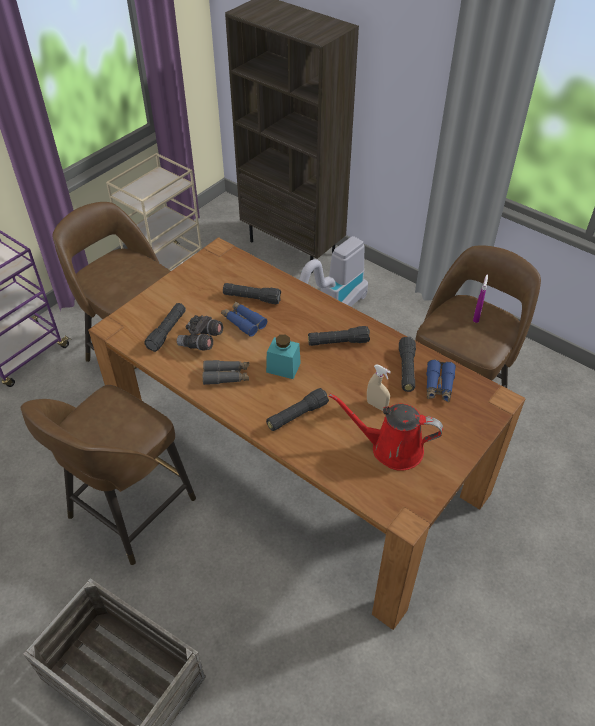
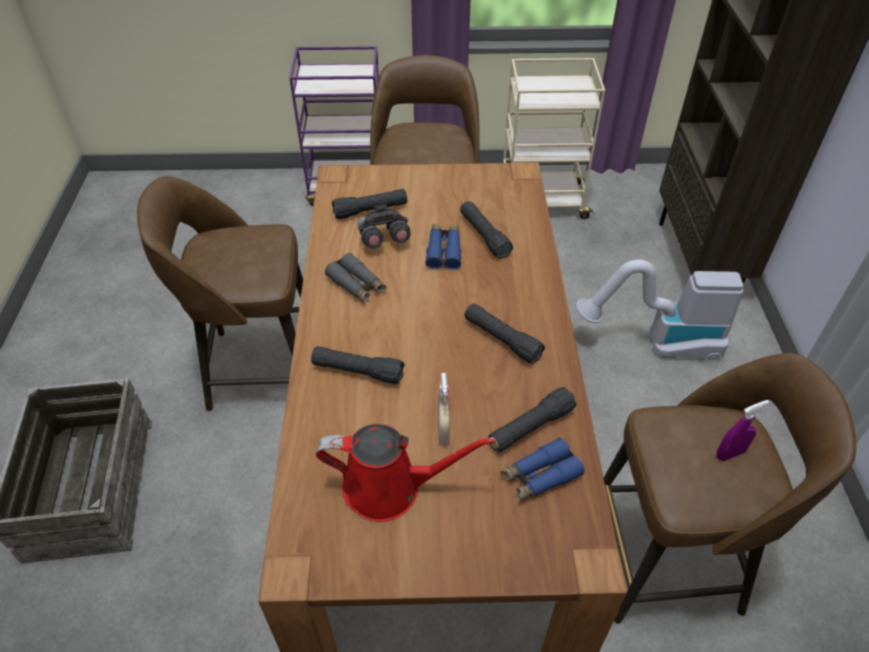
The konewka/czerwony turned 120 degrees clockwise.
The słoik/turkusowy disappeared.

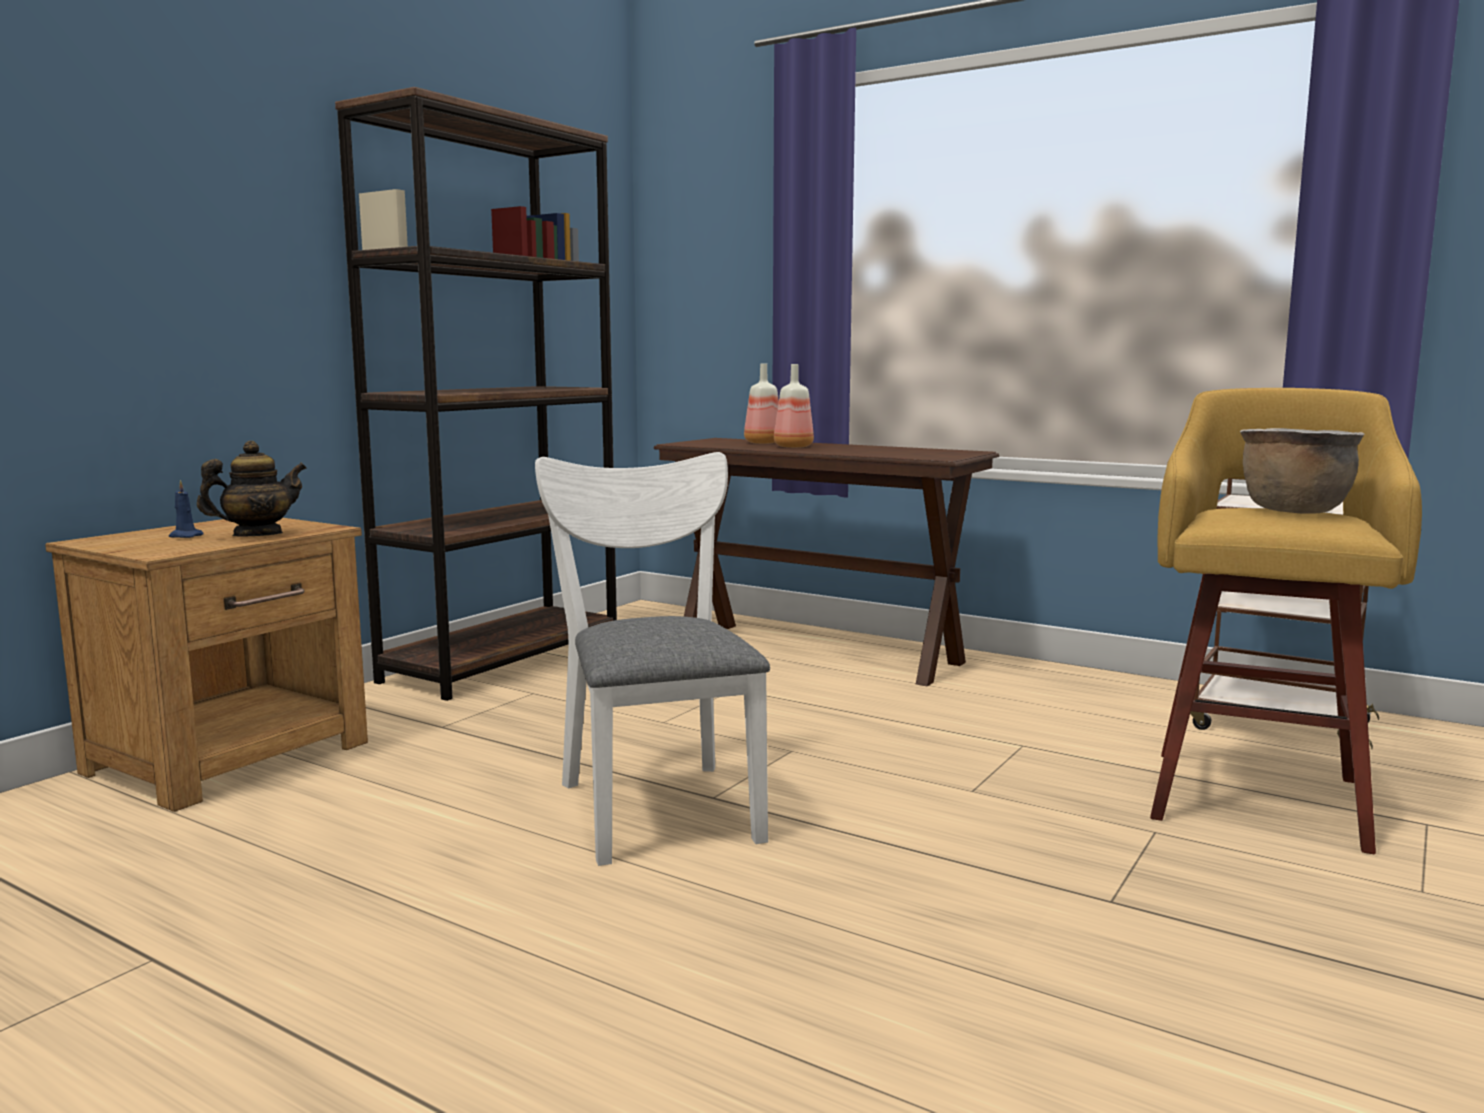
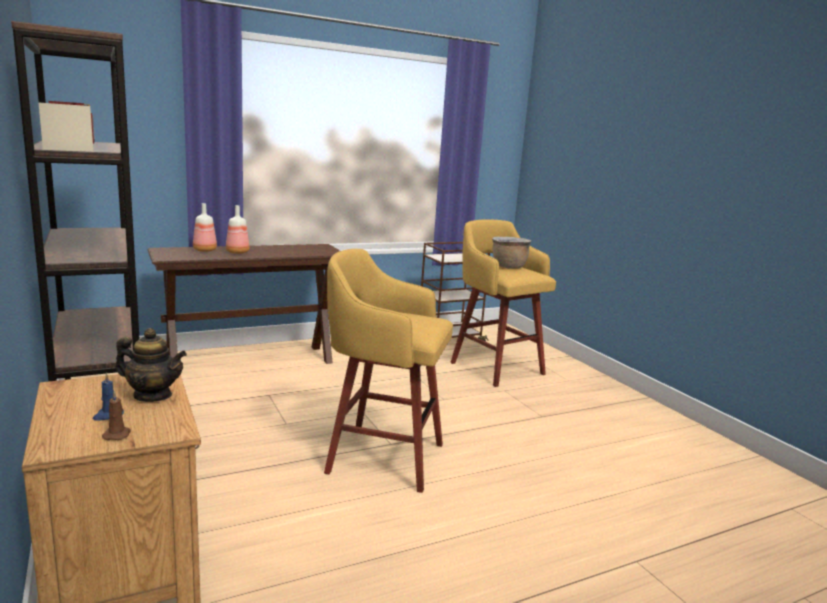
The świeca/brązowy appeared.
The imbryk turned 105 degrees clockwise.
The krzesło/biały was replaced by the stołek/żółty (1st from left).

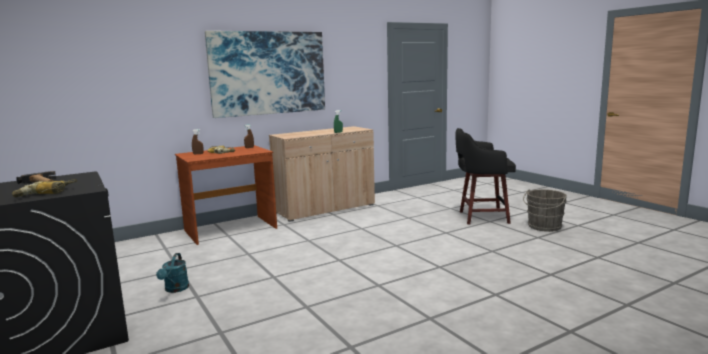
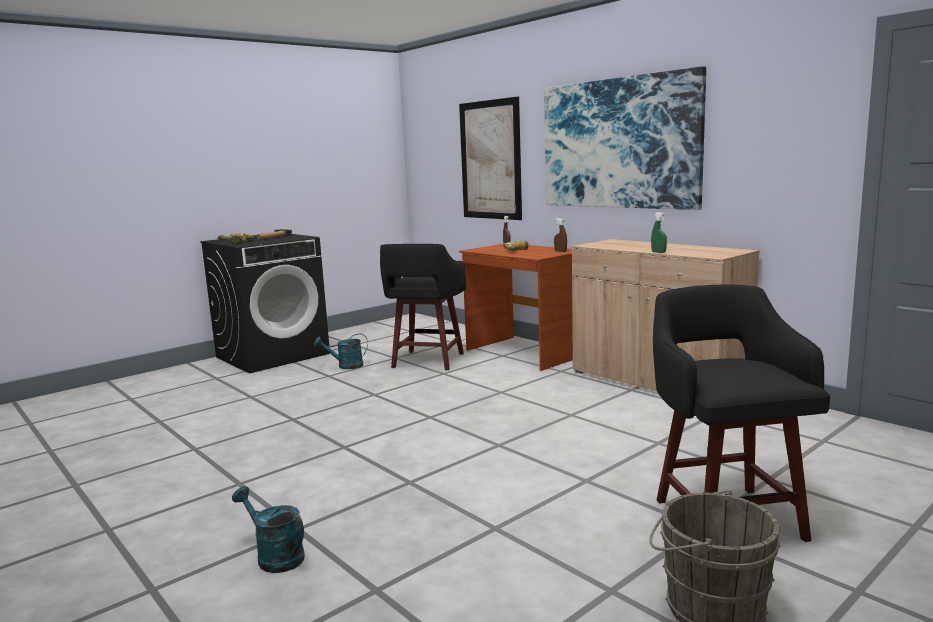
The konewka/turkusowy (1st from left) appeared.
The stołek/czarny (1st from left) appeared.
The obraz (1st from left) appeared.

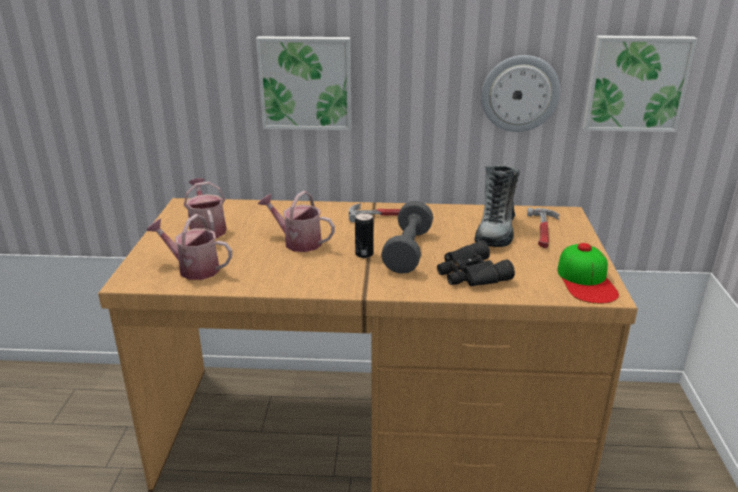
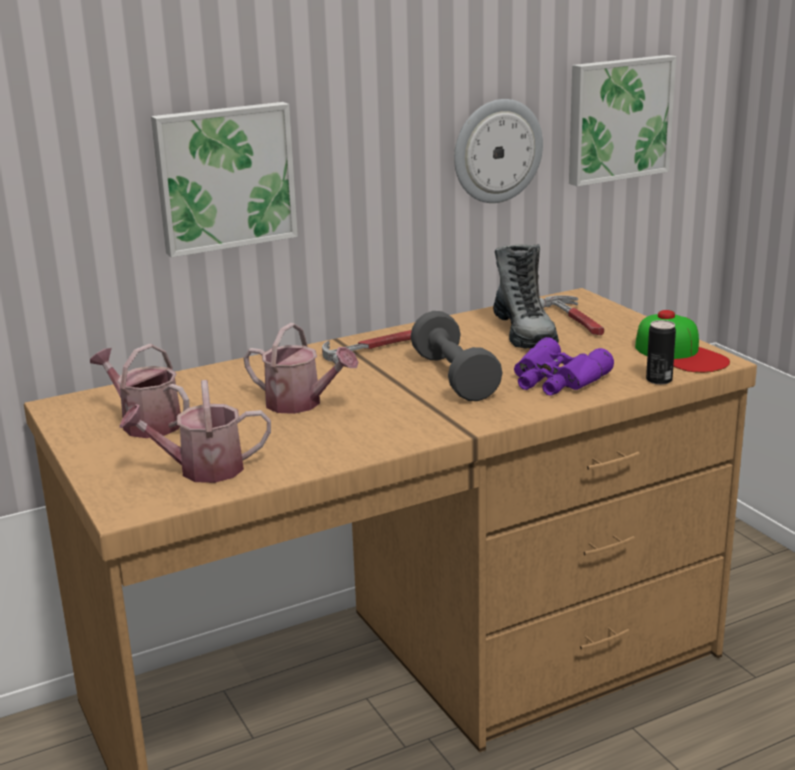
The konewka (3rd from left) turned 150 degrees counterclockwise.
The lornetka/czarny became the lornetka/fioletowy.
The puszka moved.

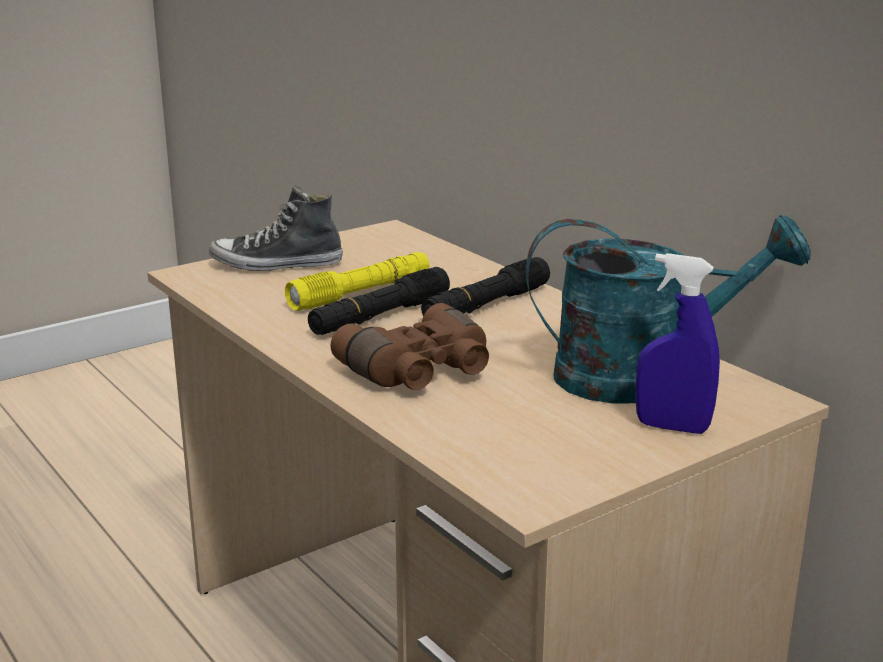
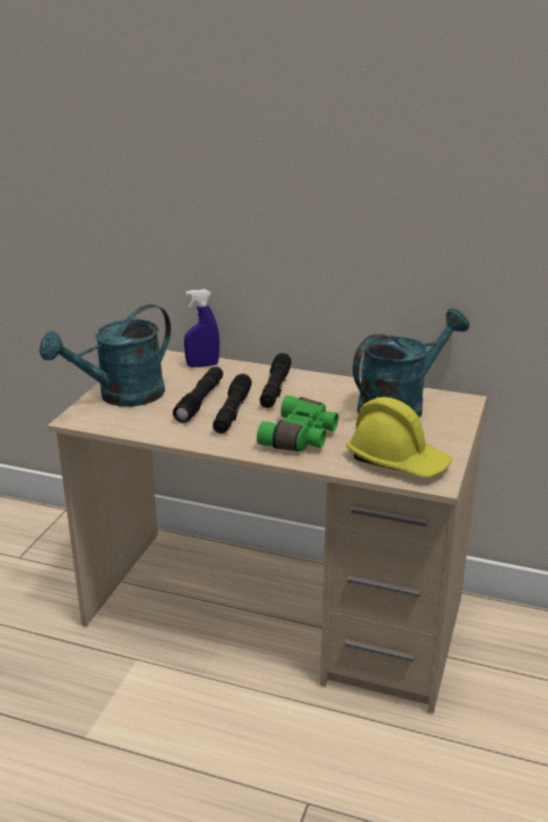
The but was replaced by the konewka/turkusowy (1st from left).
The latarka/żółty became the latarka/czarny (1st from left).
The spryskiwacz/niebieski moved.
The lornetka/brązowy became the lornetka/zielony.
The kask/żółty appeared.

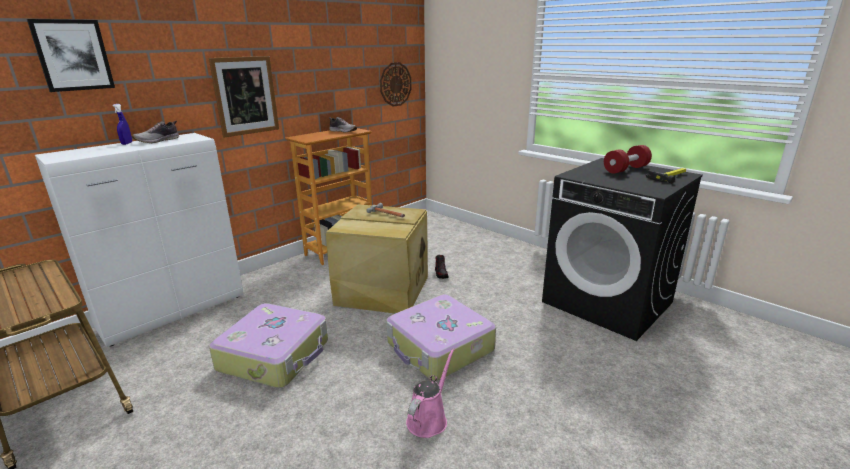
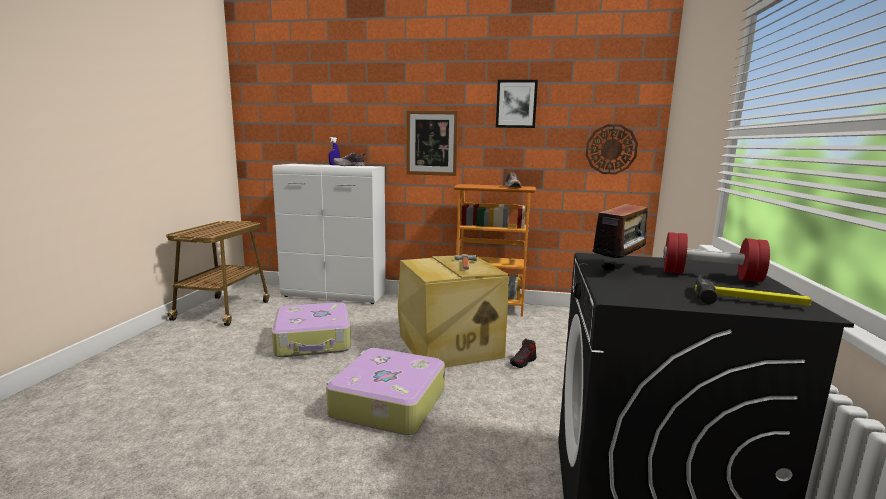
The obraz (1st from left in the first image) moved.
The radio appeared.
The konewka/różowy disappeared.

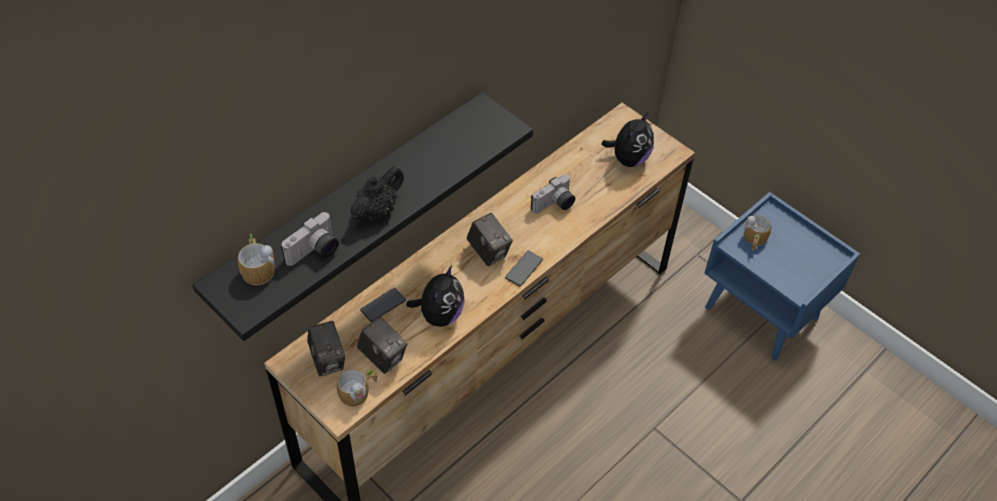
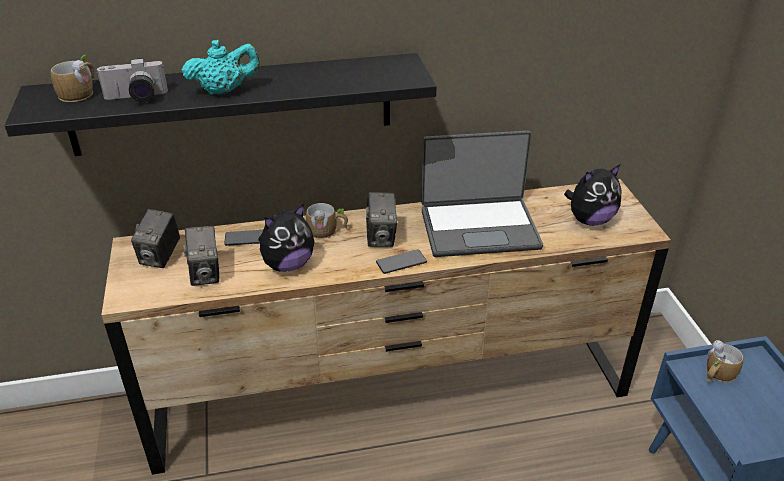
The imbryk/czarny became the imbryk/turkusowy.
The kubek (2nd from left) moved.
The aparat fotograficzny (5th from left) was replaced by the laptop.

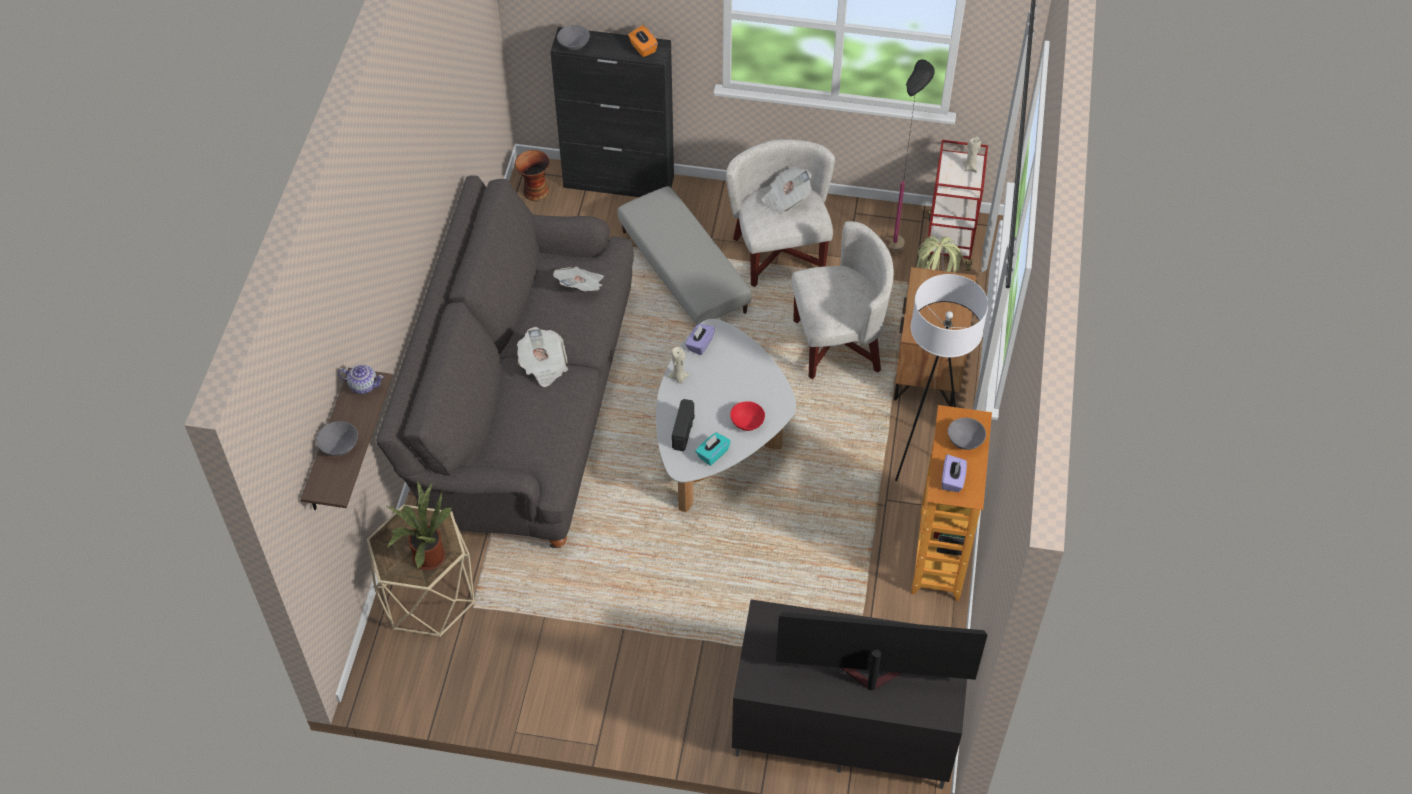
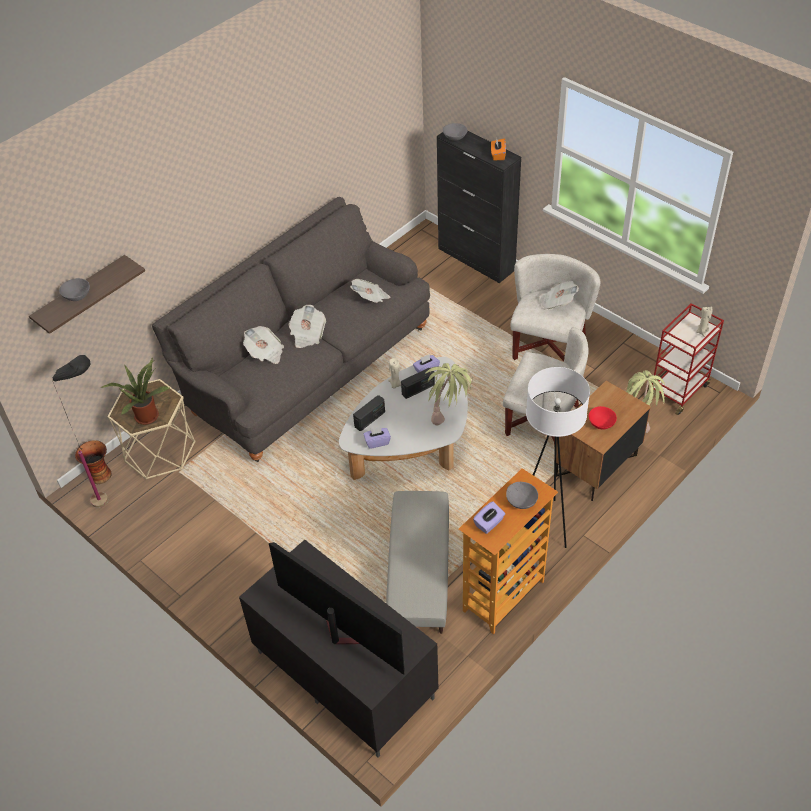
The lampa stojąca/czarny moved.
The wazon moved.
The gazeta (1st from left) appeared.
The pudełko chusteczek/turkusowy became the pudełko chusteczek/fioletowy (1st from left).
The pufa/szary moved.
The radio (2nd from left) appeared.
The roślina doniczkowa (2nd from left) appeared.
The miska/czerwony moved.
The imbryk disappeared.

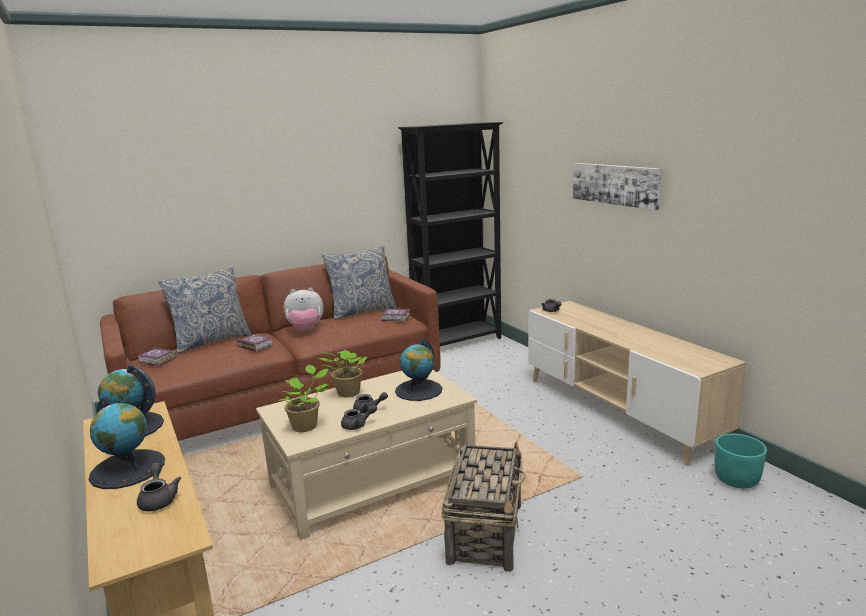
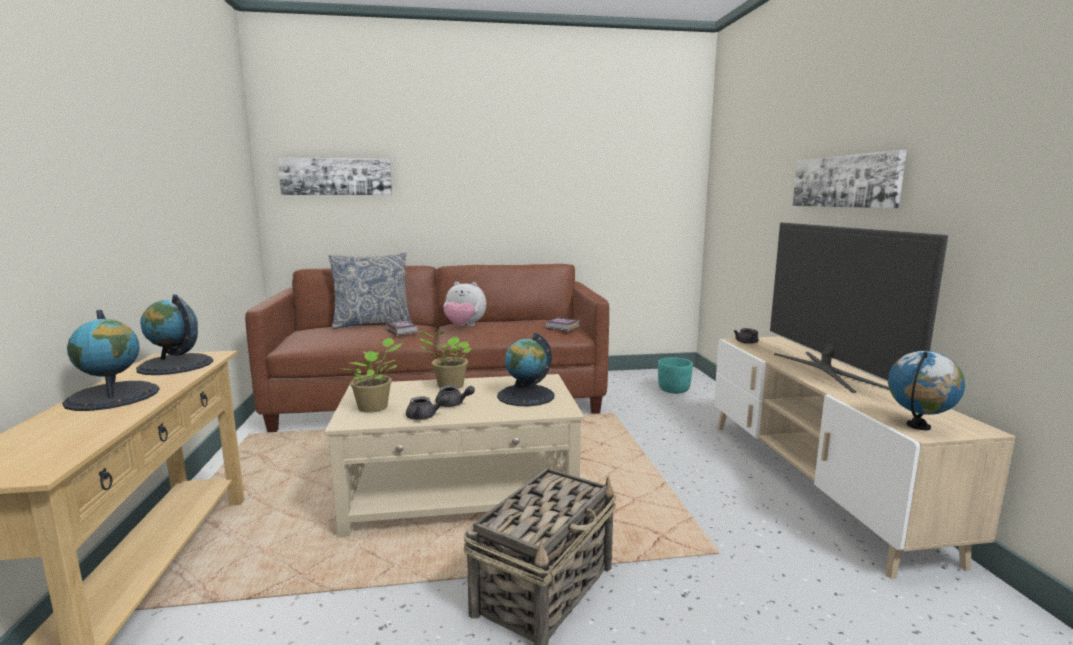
The obraz (1st from left) appeared.
The donica/turkusowy moved.
The telewizor appeared.
The globus (4th from left) appeared.
The imbryk/szary (1st from left) disappeared.
The książka (1st from left) disappeared.
The poduszka (2nd from left) disappeared.
The regał/czarny disappeared.

